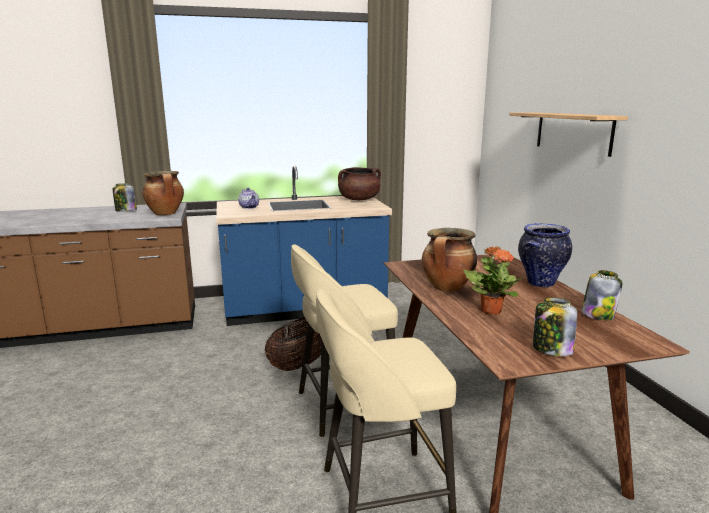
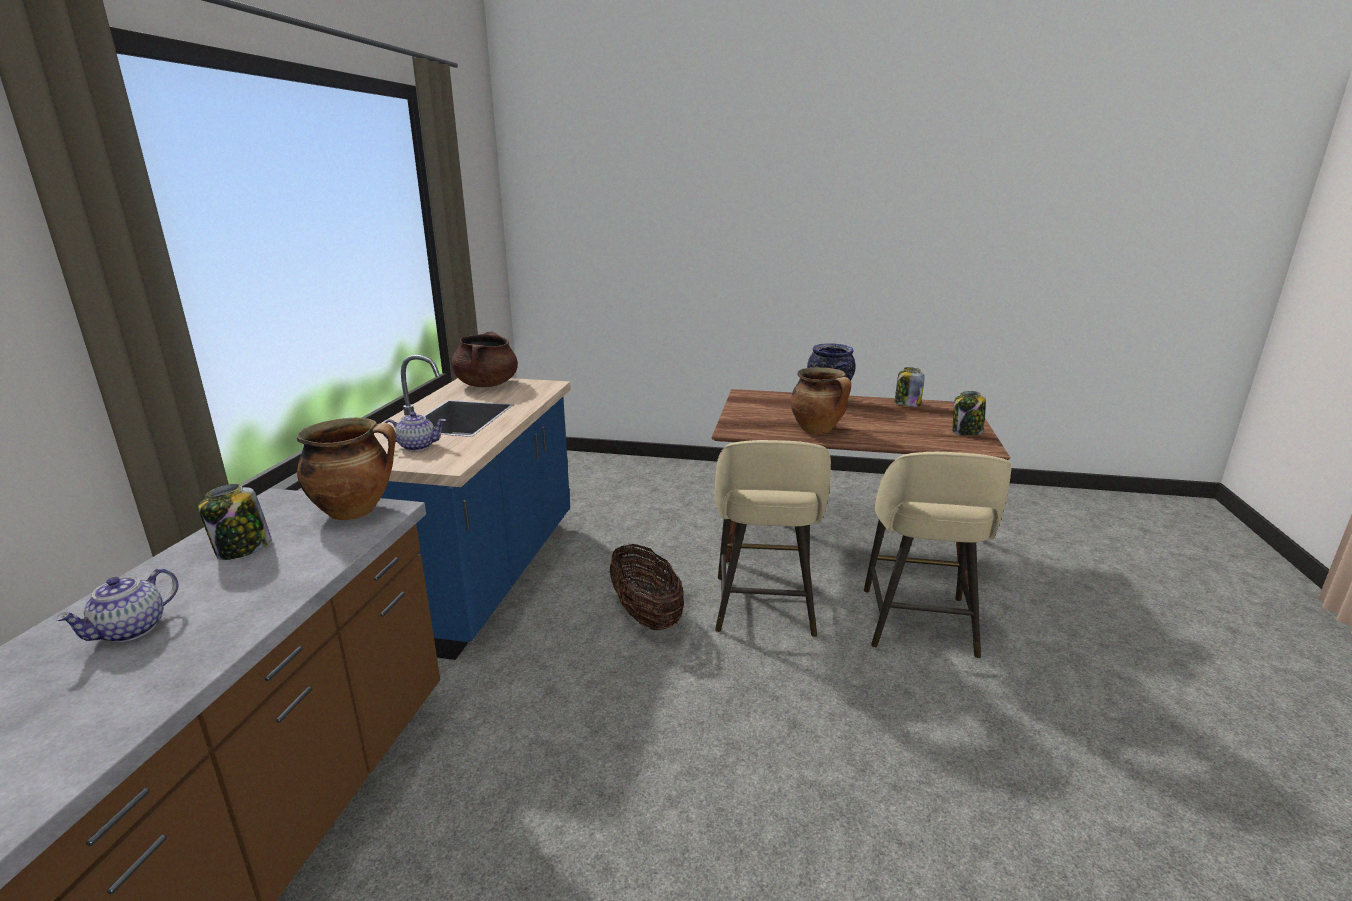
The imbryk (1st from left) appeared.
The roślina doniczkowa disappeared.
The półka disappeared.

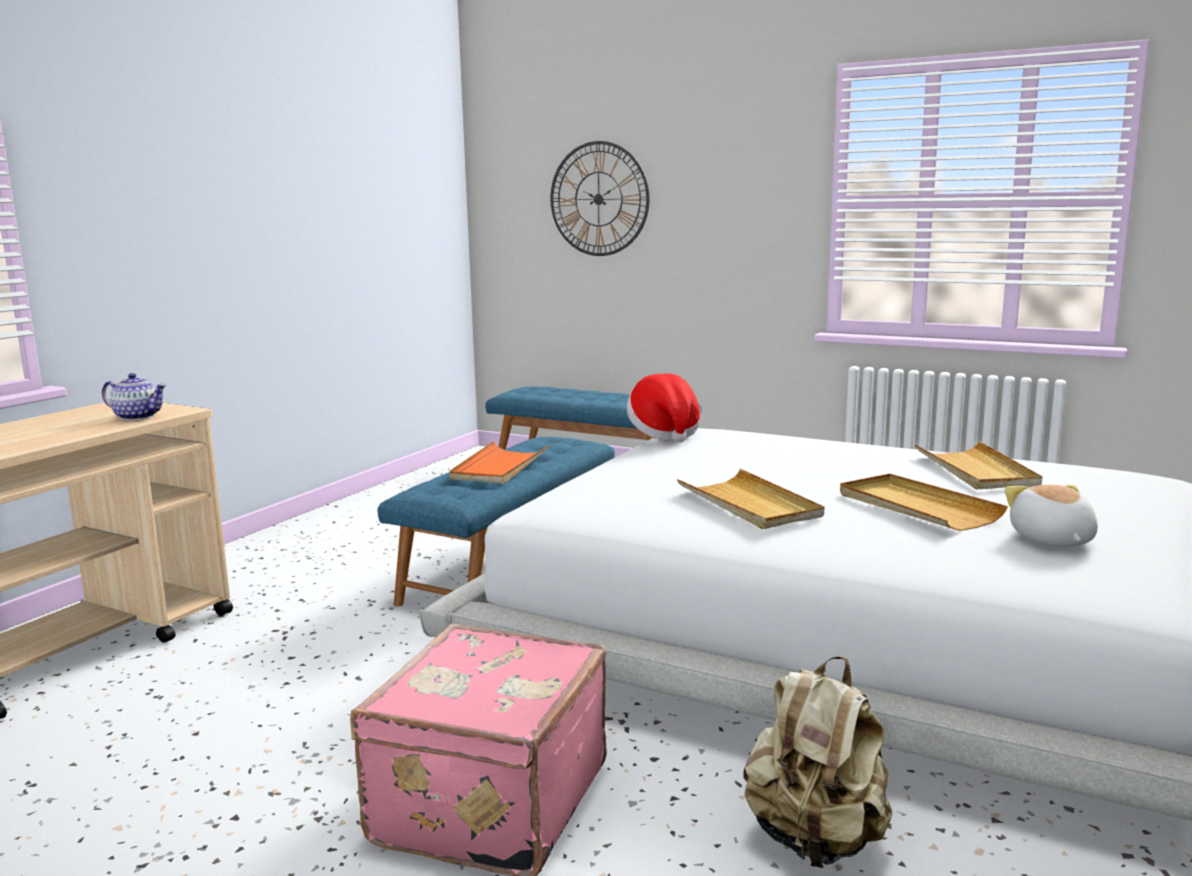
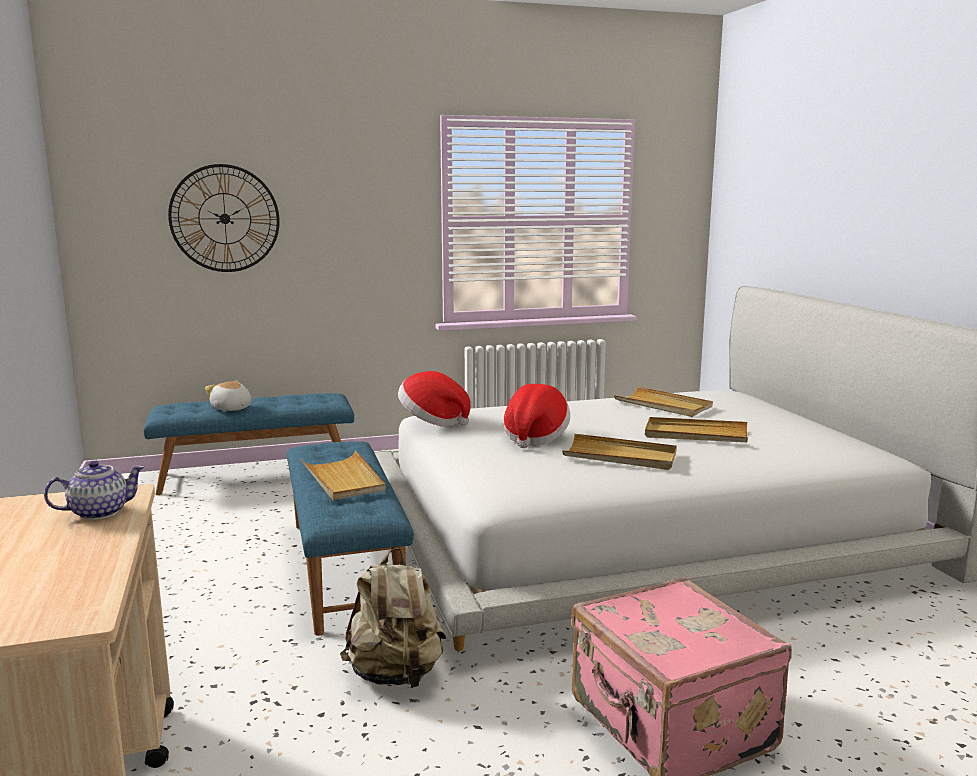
The pluszak moved.
The taca/pomarańczowy became the taca/beżowy (1st from left).
The plecak/beżowy moved.
The kapelusz (2nd from left) appeared.

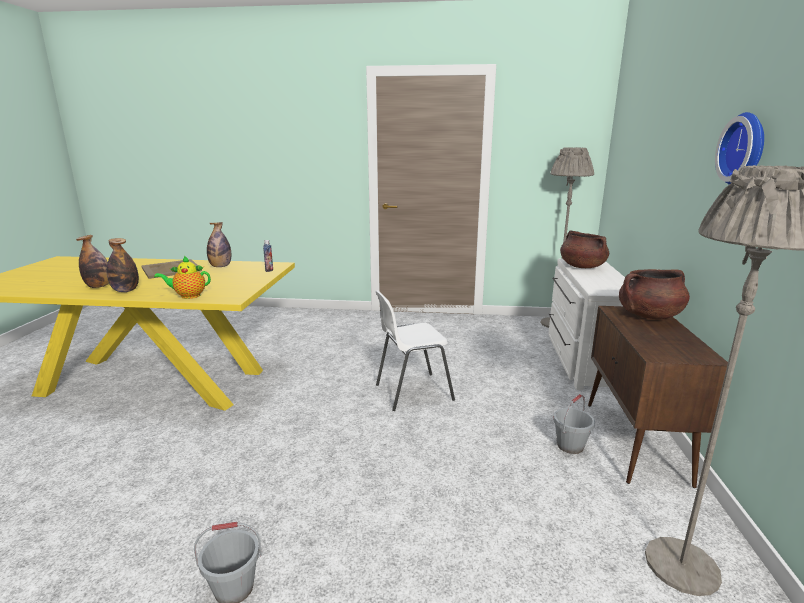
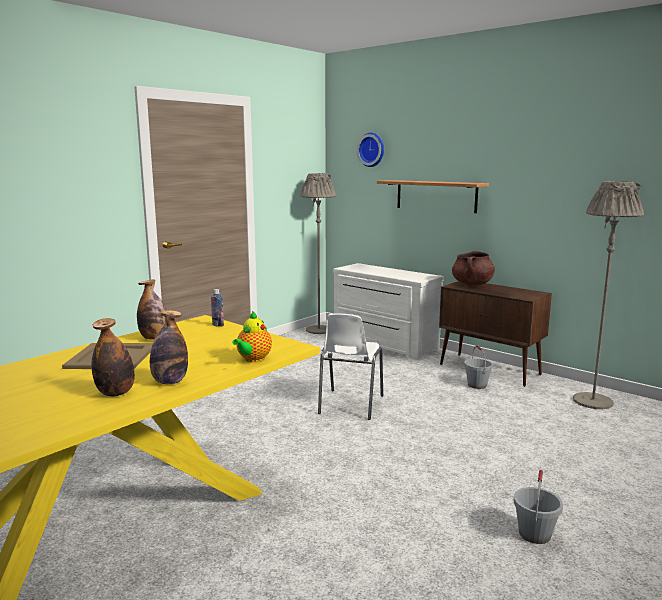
The zegar ścienny moved.
The półka appeared.
The garnek/brązowy (1st from left) disappeared.

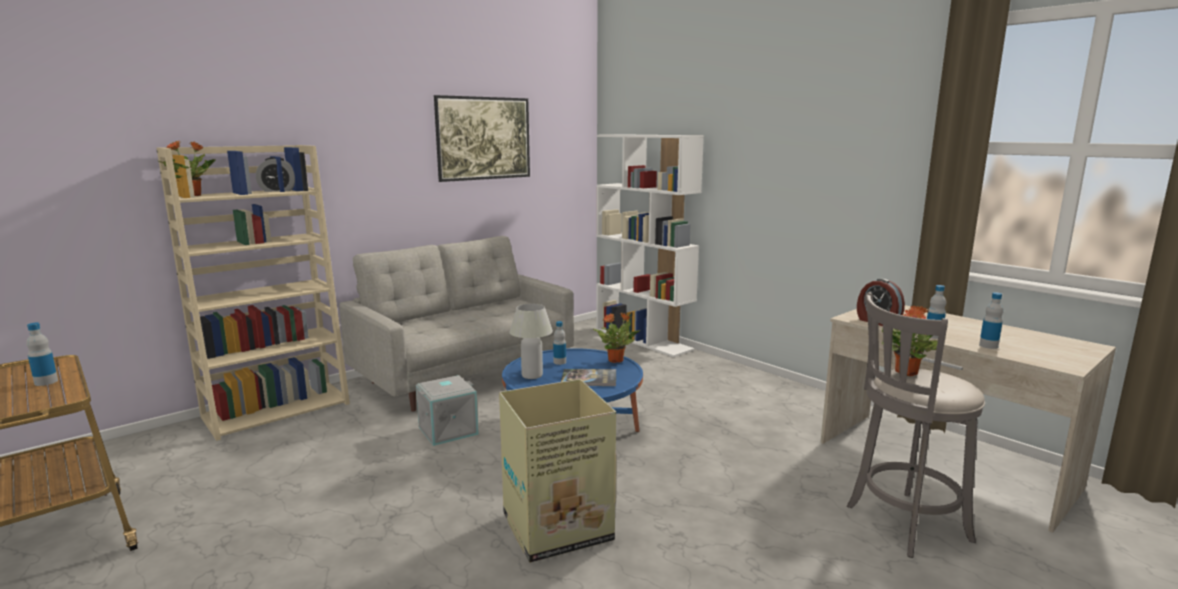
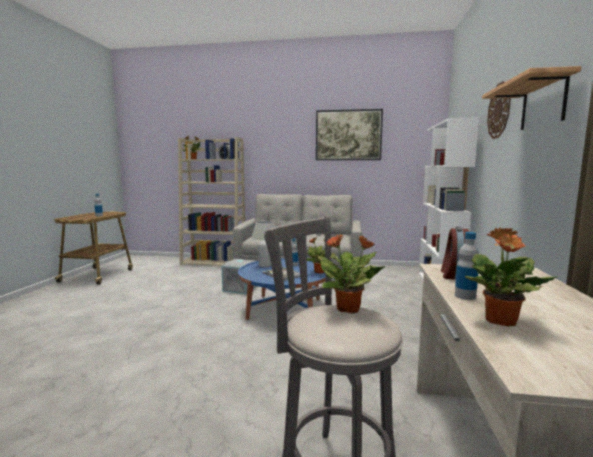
The butelka (4th from left) was replaced by the roślina doniczkowa (4th from left).
The półka appeared.
The zegar ścienny appeared.
The karton disappeared.

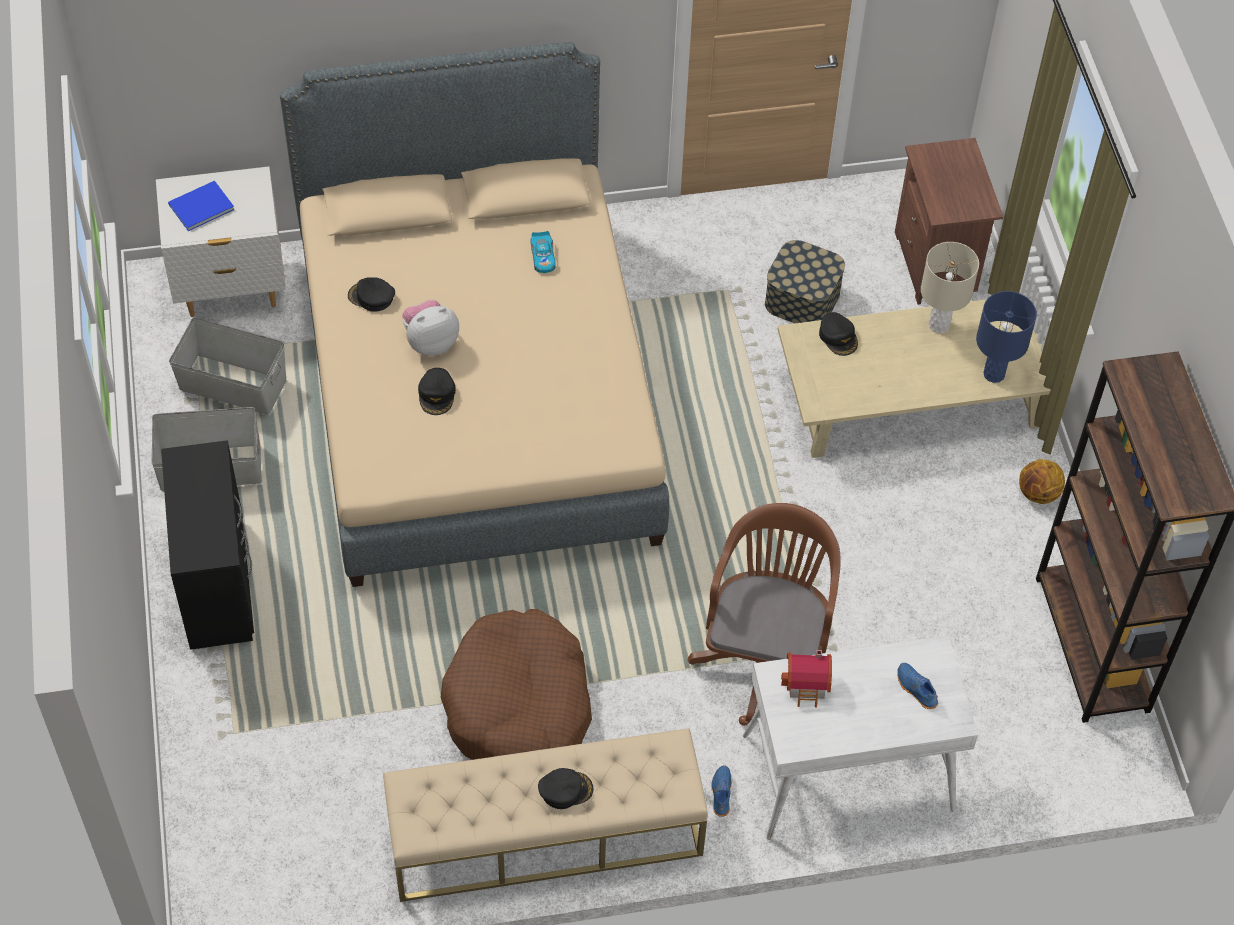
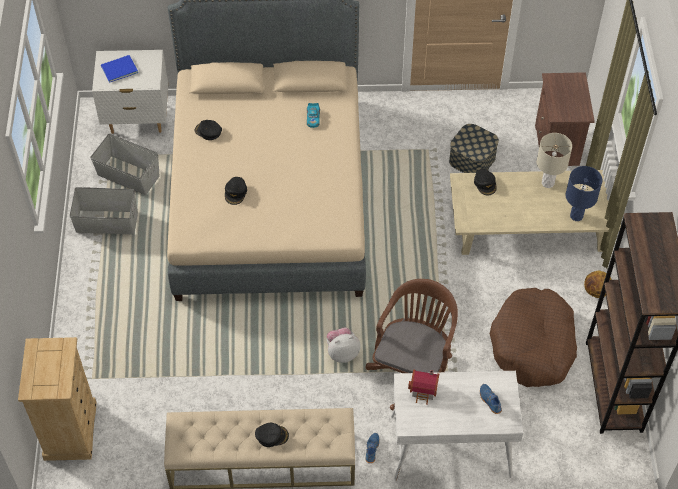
The komoda/beżowy appeared.
The pluszak moved.
The legowisko/brązowy moved.
The komoda/czarny disappeared.

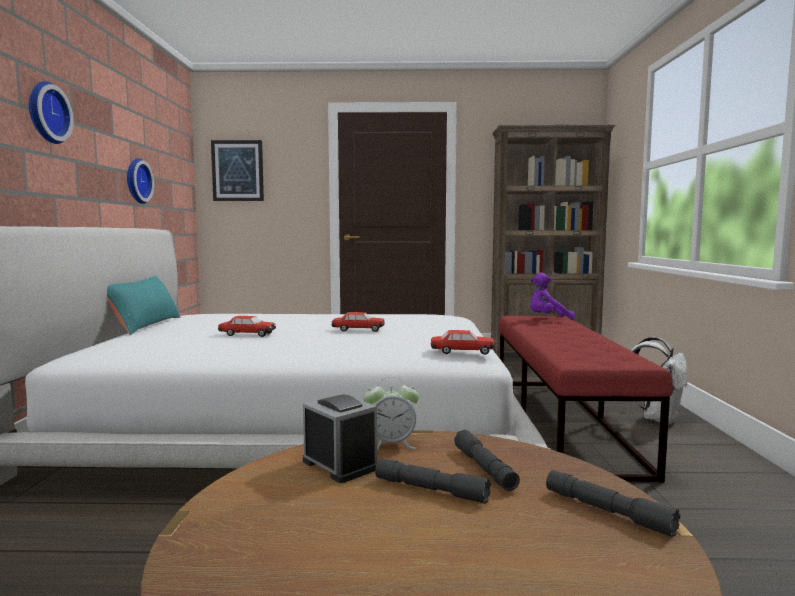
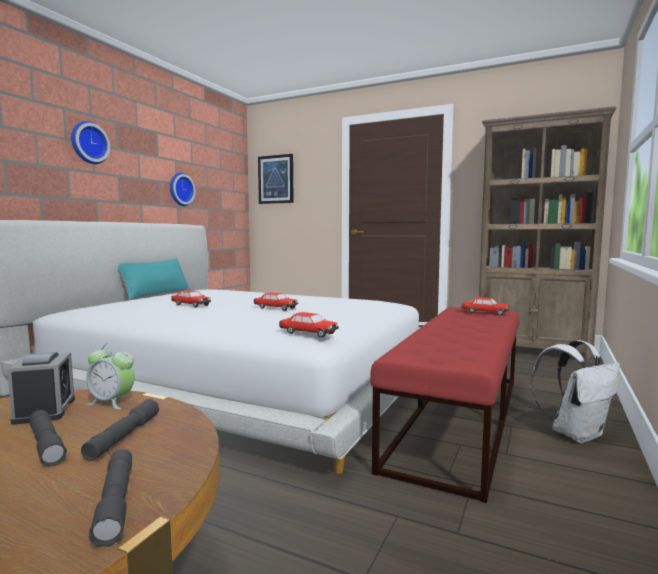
The pluszak/fioletowy was replaced by the samochodzik (4th from left).

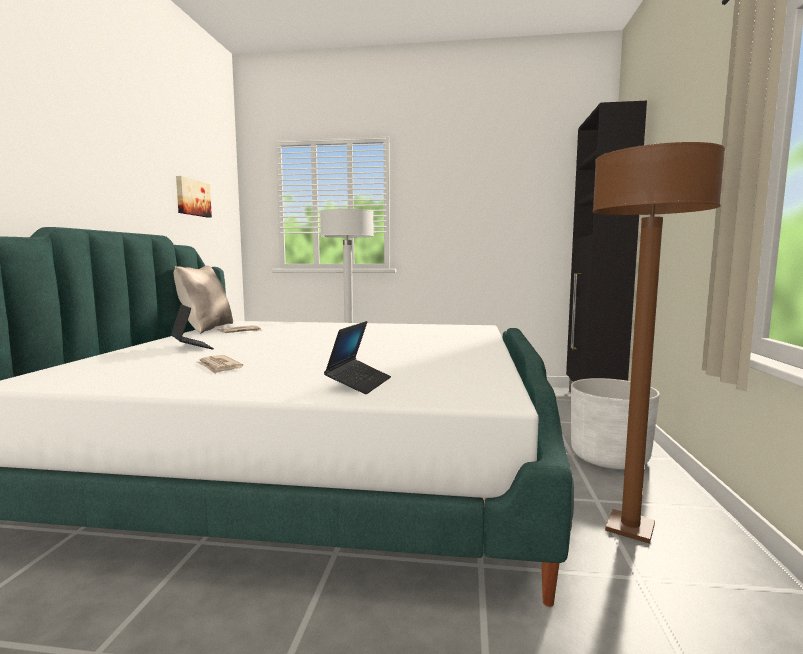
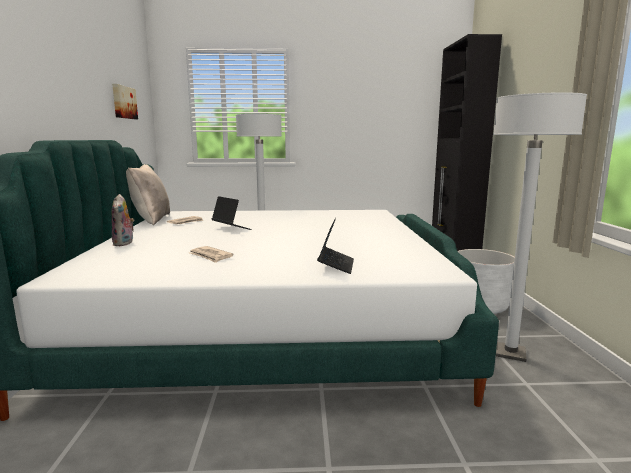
The pluszak appeared.
The laptop (1st from left) moved.
The lampa stojąca/brązowy became the lampa stojąca/biały (2nd from left).

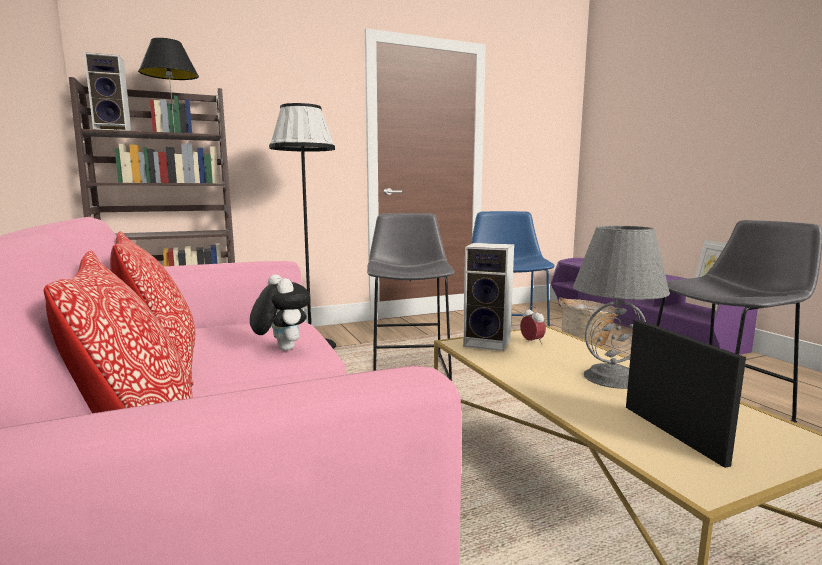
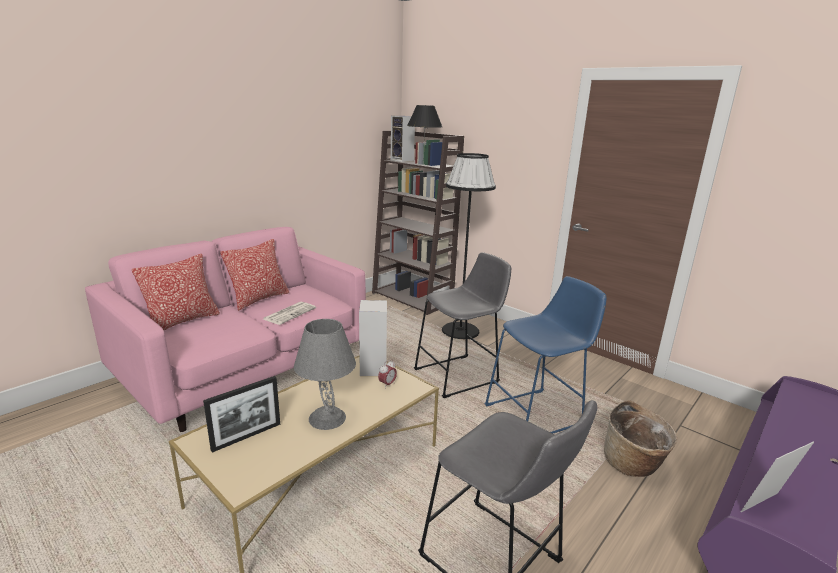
The pluszak was replaced by the gazeta.

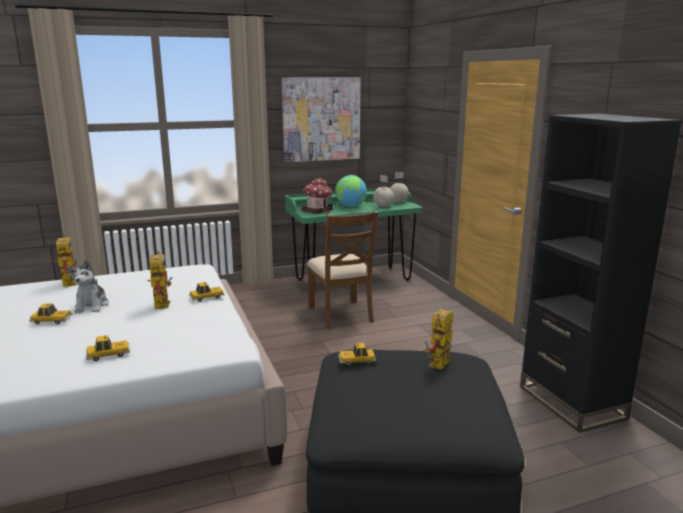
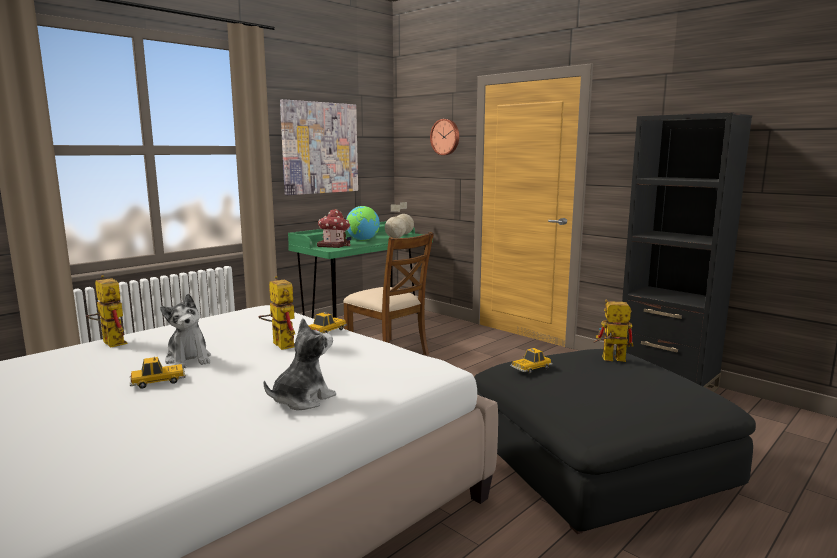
The samochodzik (2nd from left) was replaced by the pluszak (2nd from left).
The zegar ścienny appeared.
The robot zabawkowy (3rd from left) turned 90 degrees clockwise.

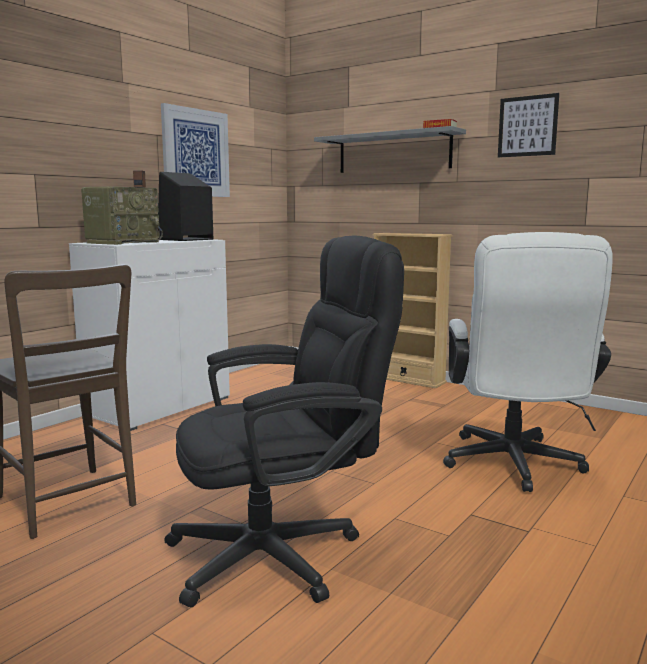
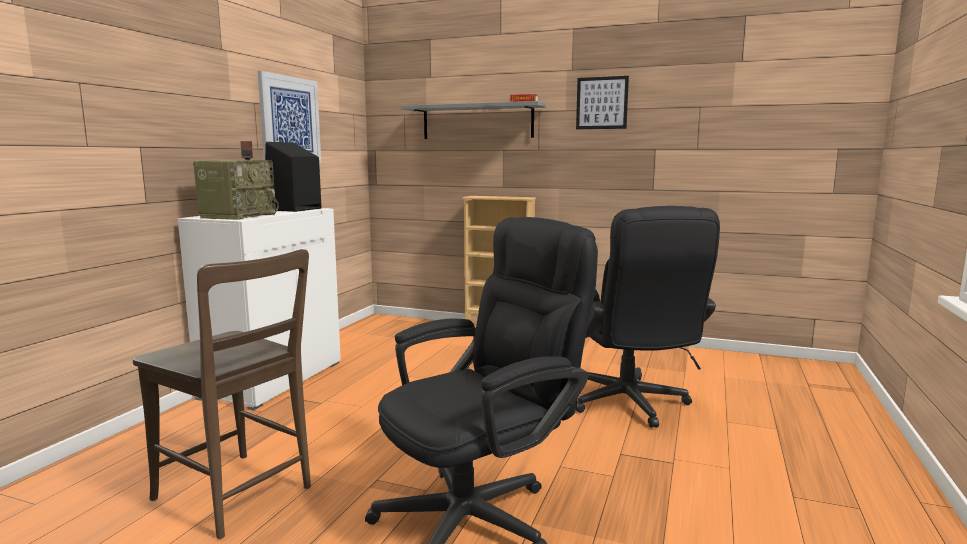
The krzesło biurowe/biały became the krzesło biurowe/czarny (2nd from left).

